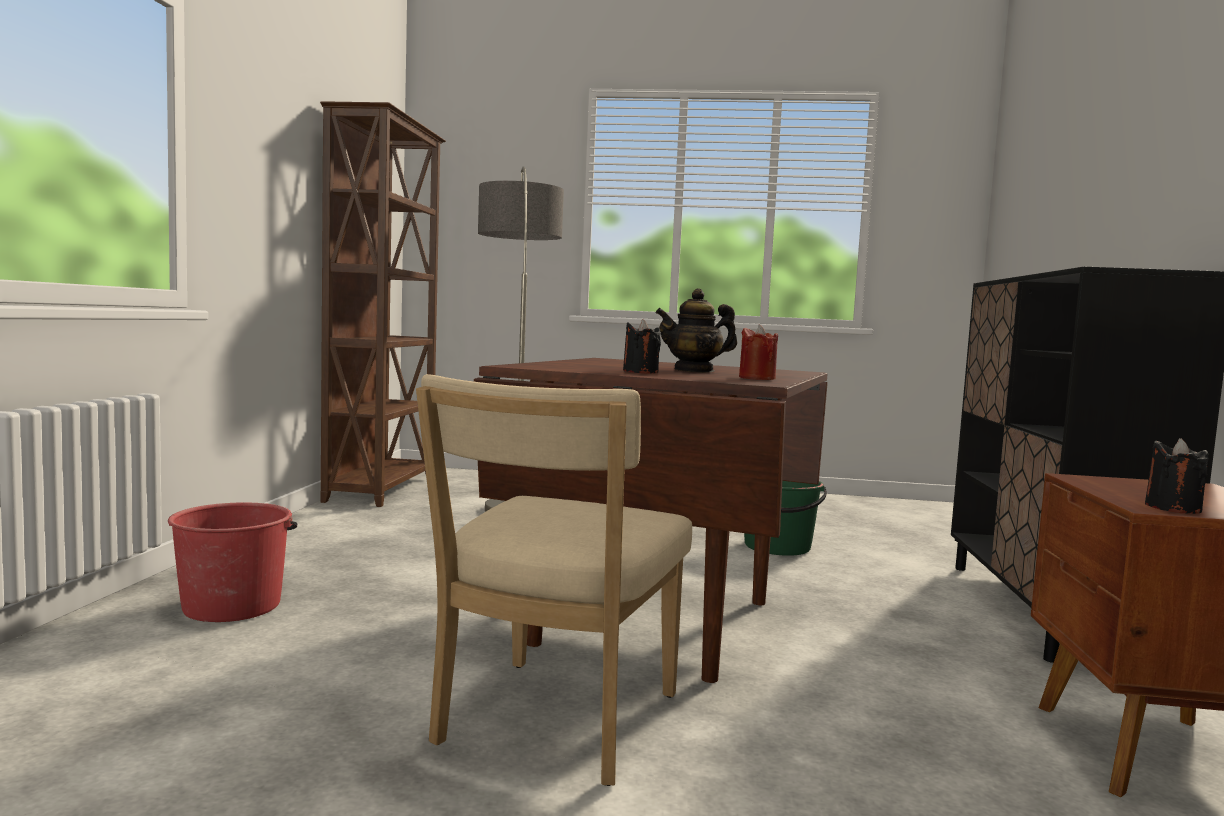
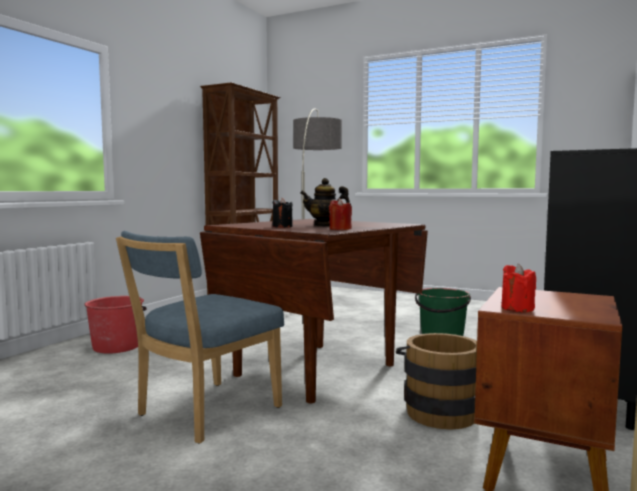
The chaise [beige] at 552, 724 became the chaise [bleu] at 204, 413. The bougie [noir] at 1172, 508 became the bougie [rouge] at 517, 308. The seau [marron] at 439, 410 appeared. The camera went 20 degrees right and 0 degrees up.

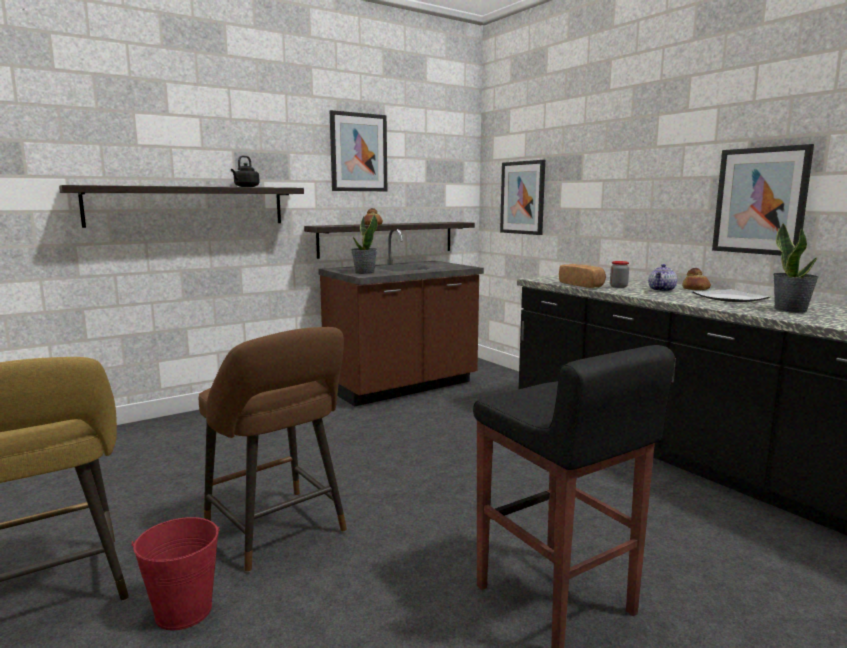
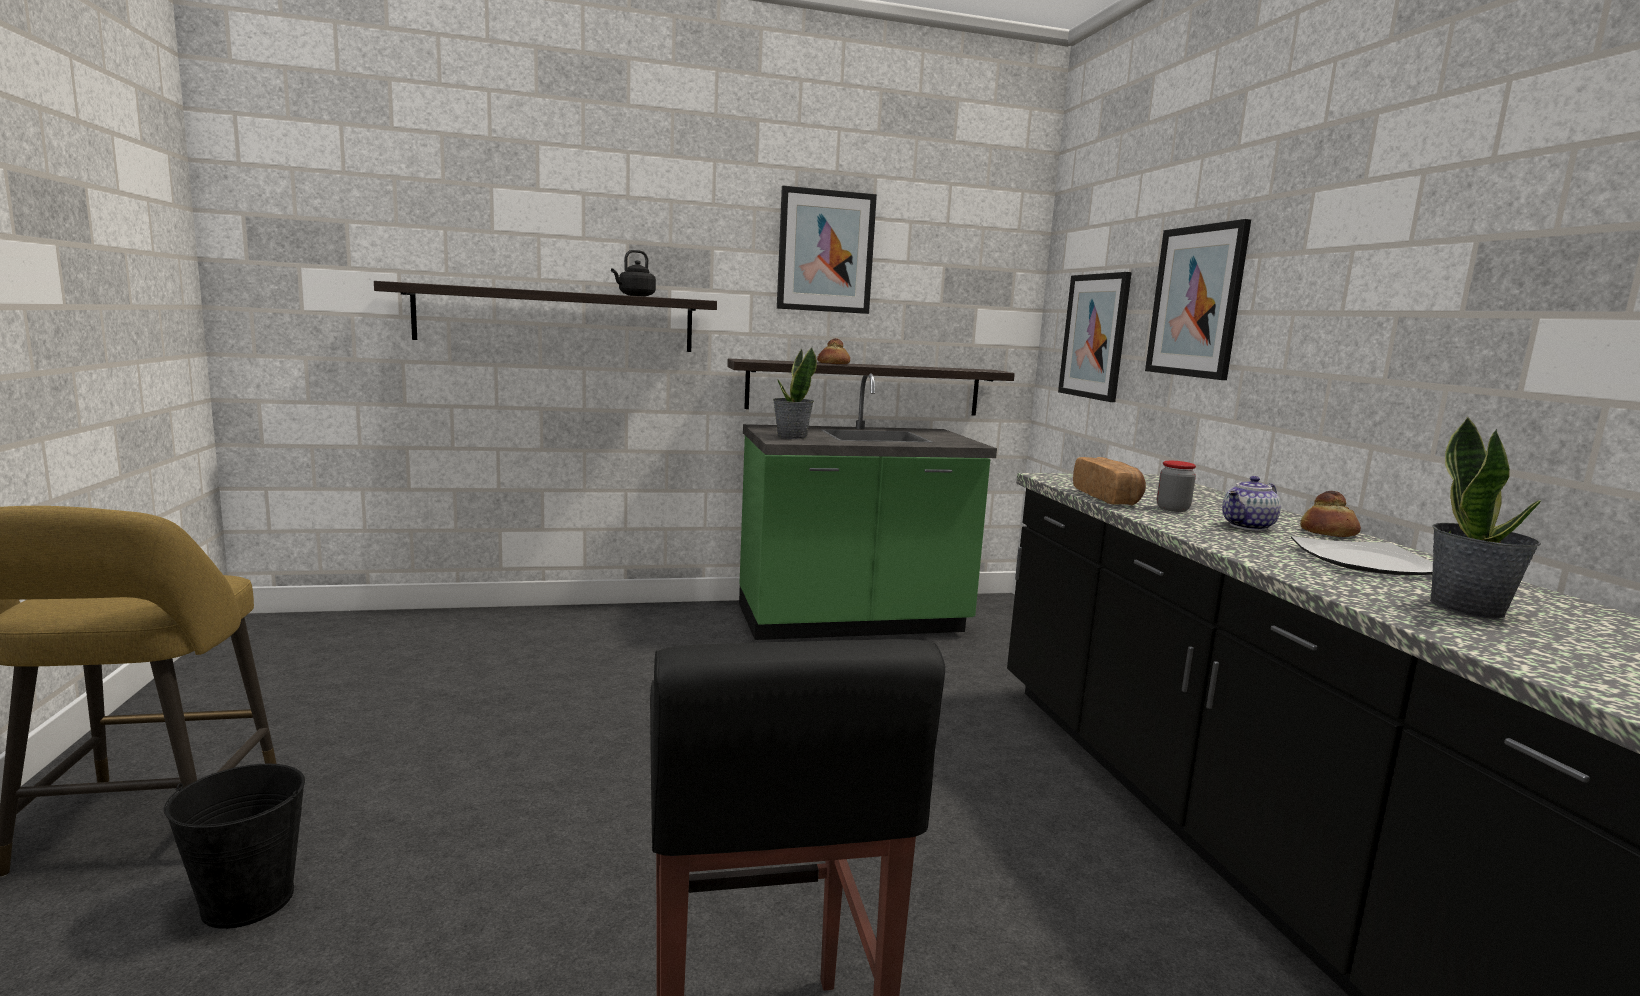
The tableau moved from 760, 201 to 1196, 301. The comptoir de cuisine [marron] at 402, 386 became the comptoir de cuisine [vert] at 852, 621. The tabouret [marron] at 279, 532 disappeared. The seau [rouge] at 183, 611 became the seau [noir] at 248, 900. The camera went 20 degrees right and 0 degrees up.

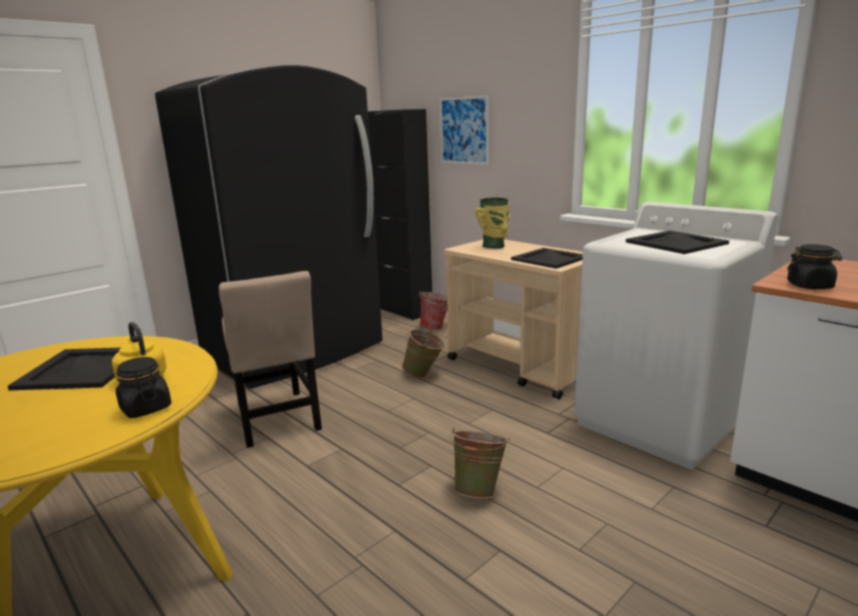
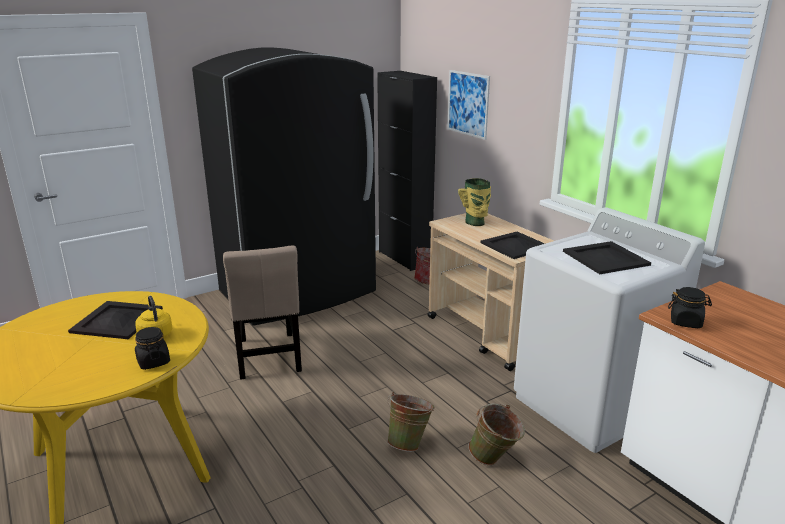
The seau [vert] moved from 424, 375 to 495, 460. The camera went 10 degrees right and 5 degrees up.

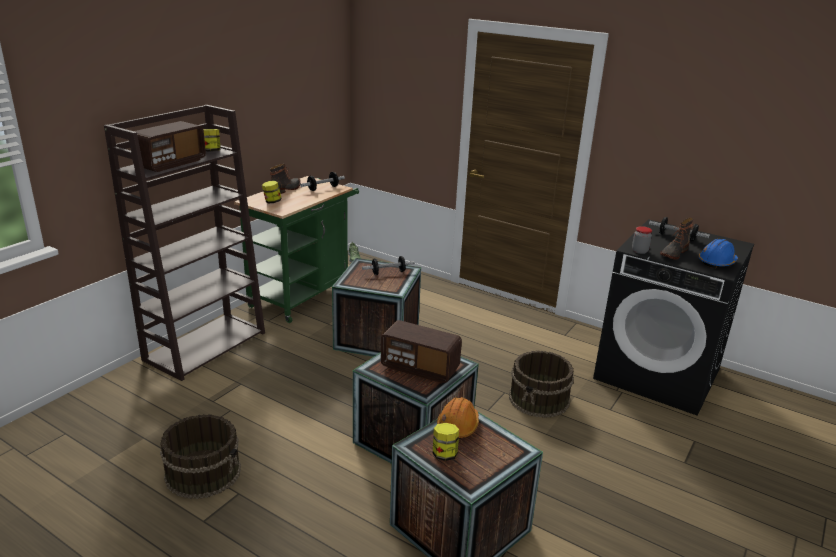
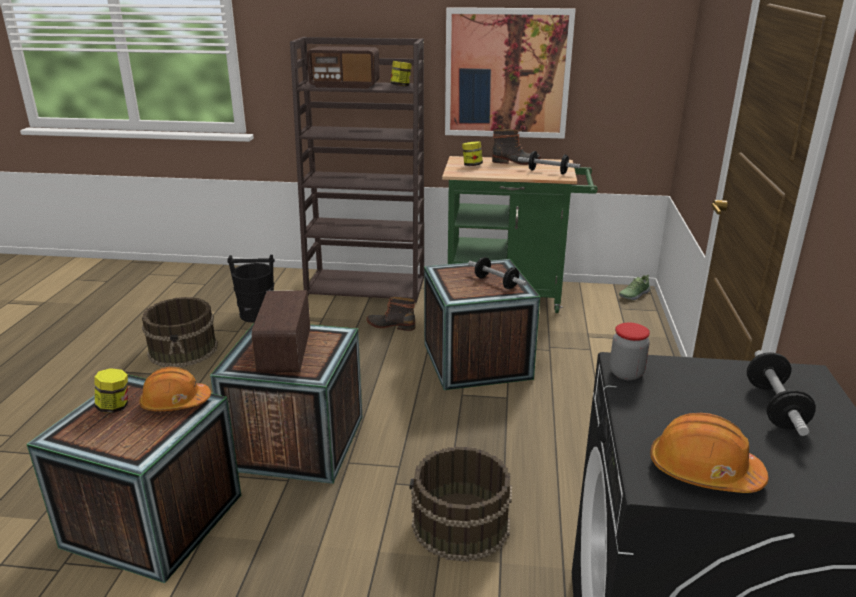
The botte moved from 673, 253 to 391, 325. The casque de chantier [bleu] at 717, 262 became the casque de chantier [orange] at 703, 472. The tableau at 507, 74 appeared. The seau [noir] at 257, 314 appeared. The camera went 65 degrees right and 0 degrees up.

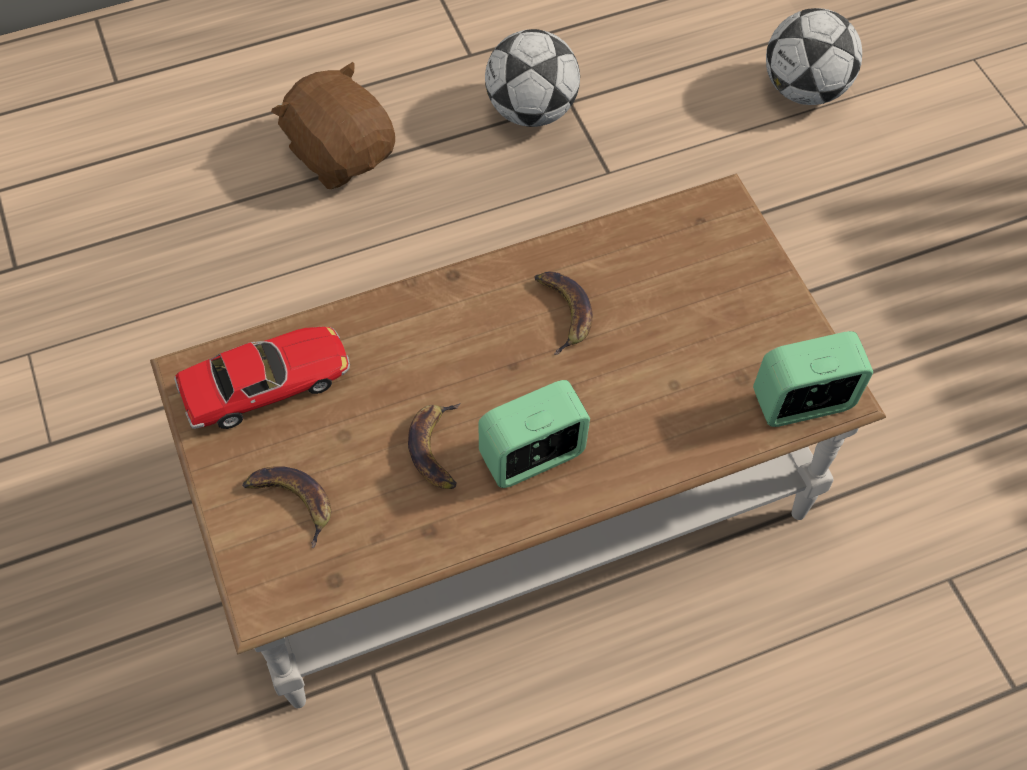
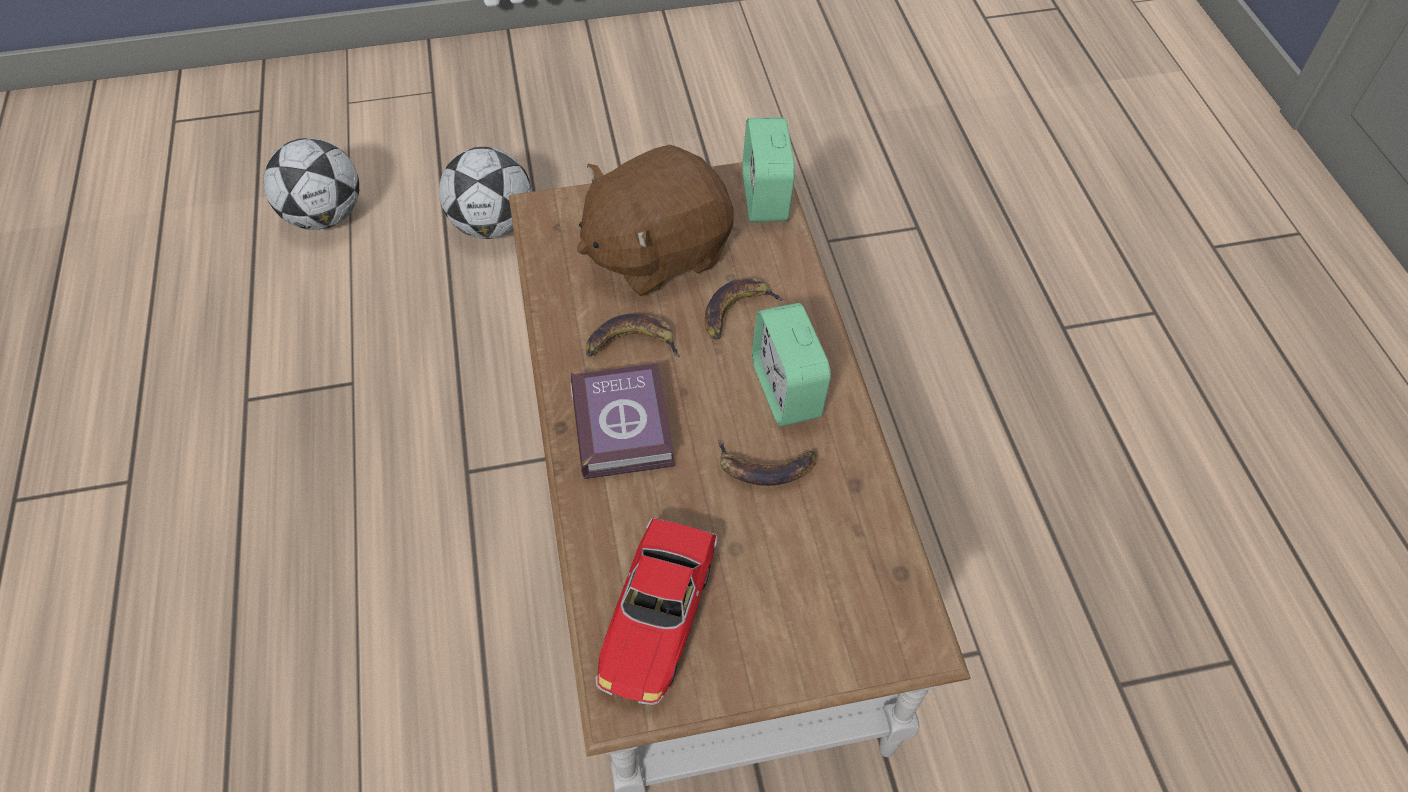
The ballon de foot moved from 532, 111 to 492, 225. The peluche [marron] moved from 341, 153 to 656, 252. The petite voiture at 267, 385 turned 150 degrees counterclockwise. The banane moved from 291, 502 to 737, 311. The livre at 624, 424 appeared. The camera went 80 degrees left and 5 degrees down.

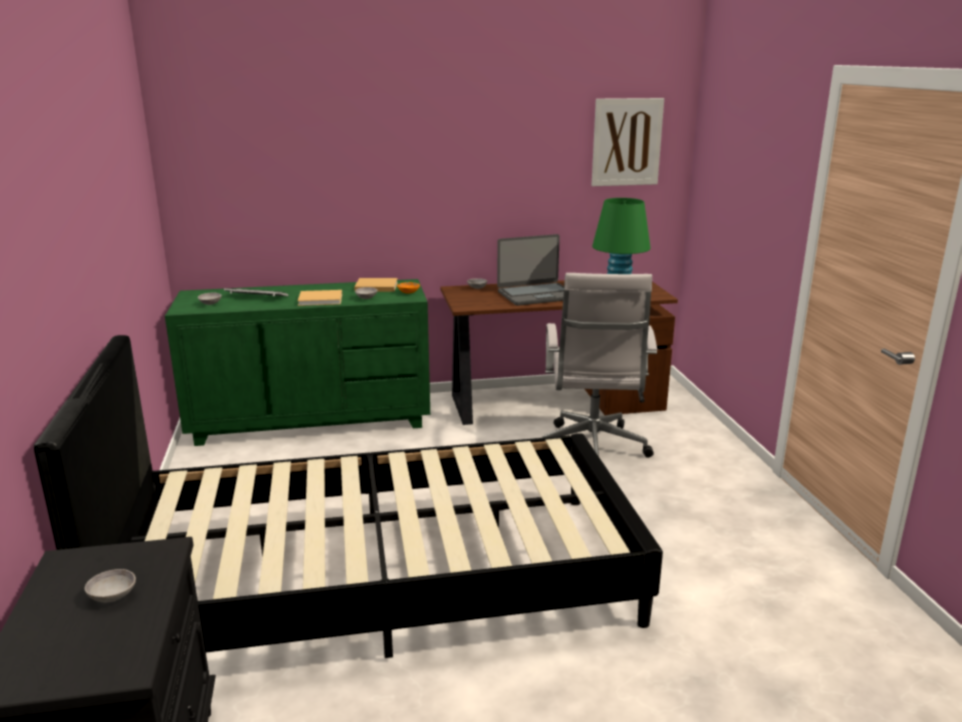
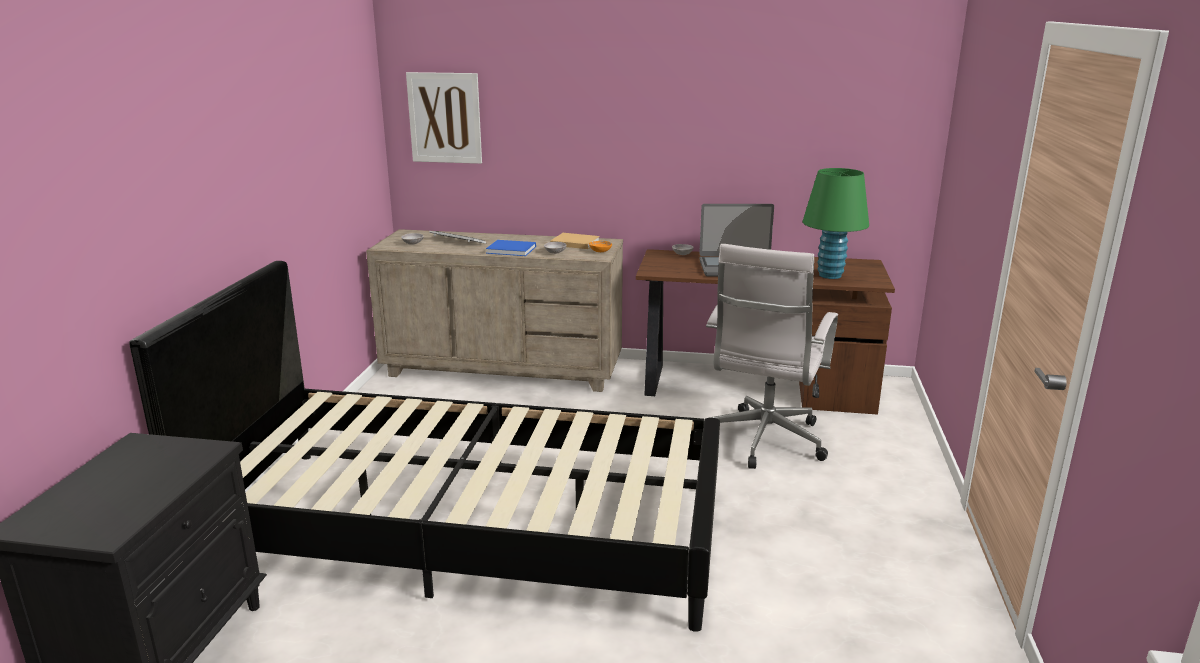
The tableau moved from 626, 142 to 445, 118. The commode [vert] at 311, 420 became the commode [beige] at 503, 369. The livre [beige] at 322, 300 became the livre [bleu] at 512, 250. The bol [gris] at 113, 596 disappeared. The camera went 20 degrees right and 0 degrees up.

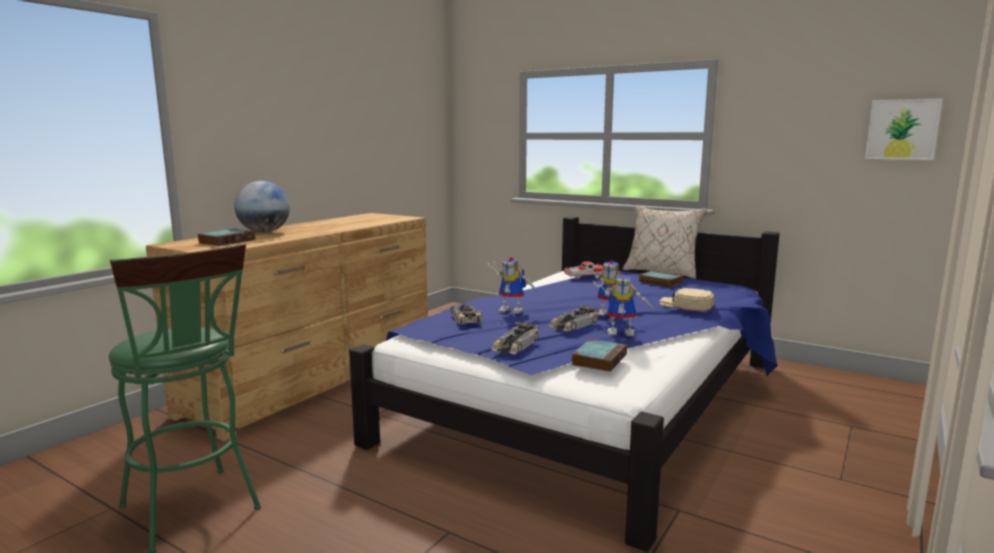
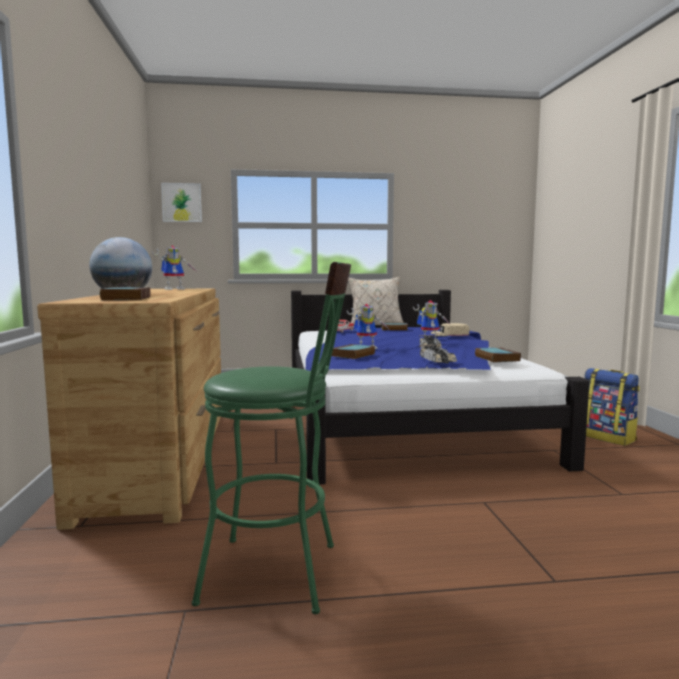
The tableau moved from 902, 129 to 182, 202. The robot jouet moved from 623, 332 to 175, 289. The petite voiture at 465, 318 was replaced by the livre at 353, 355. The sac à dos at 608, 437 appeared. The camera went 40 degrees left and 5 degrees down.

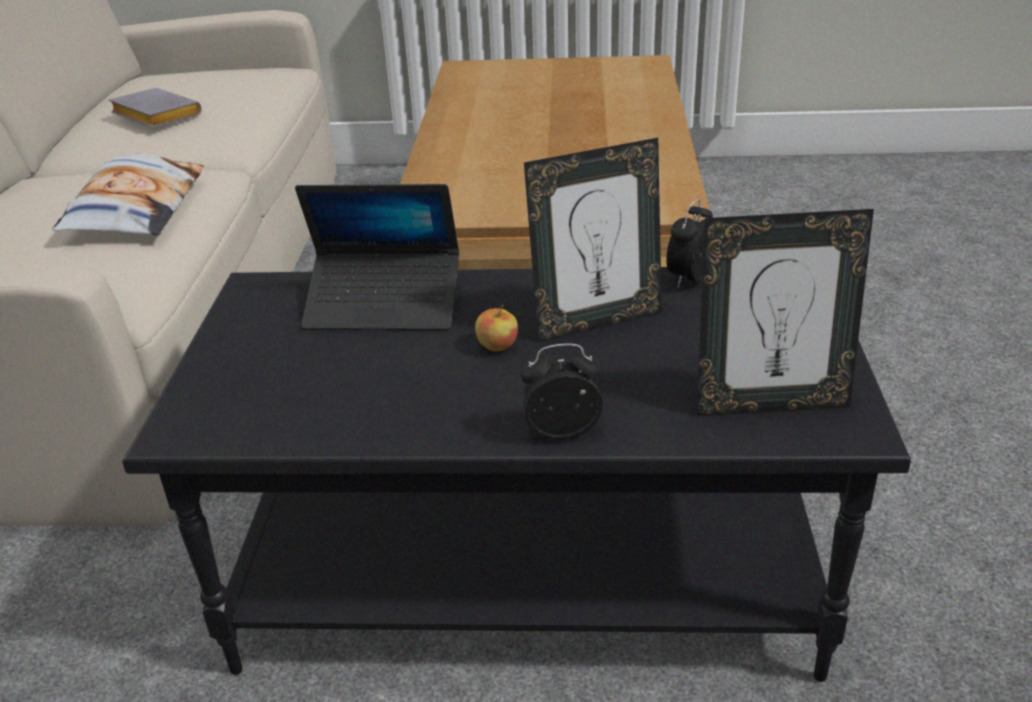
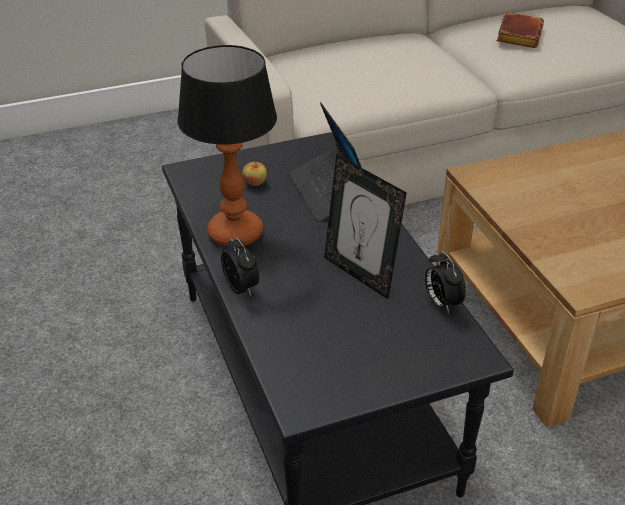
The livre [gris] at 153, 116 became the livre [marron] at 517, 35. The coussin at 135, 209 disappeared. The réveil at 689, 278 turned 120 degrees counterclockwise. The cadre photo at 770, 404 disappeared. The pomme moved from 497, 346 to 255, 183. The lampe de table at 235, 232 appeared. The camera went 65 degrees right and 5 degrees up.

